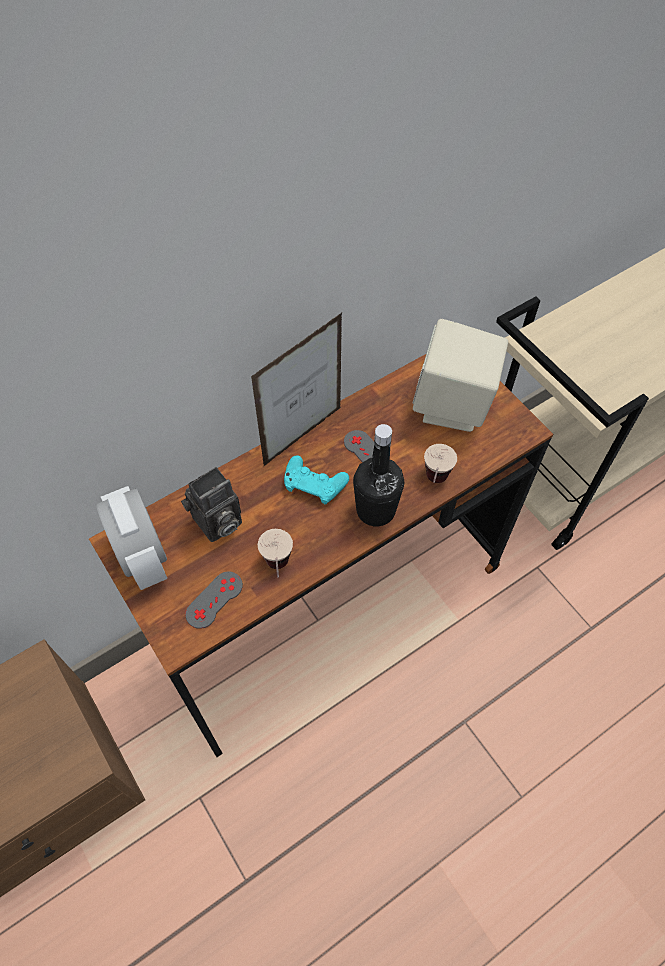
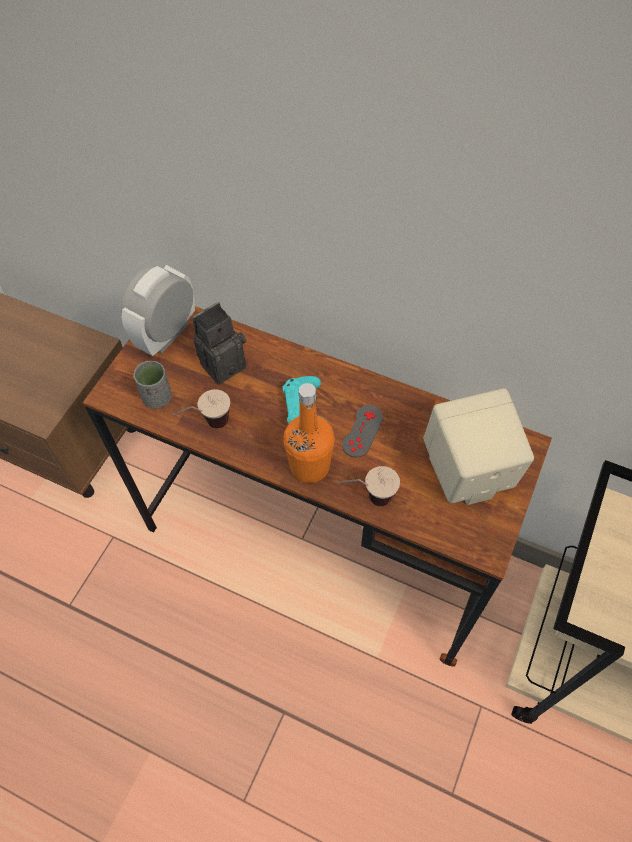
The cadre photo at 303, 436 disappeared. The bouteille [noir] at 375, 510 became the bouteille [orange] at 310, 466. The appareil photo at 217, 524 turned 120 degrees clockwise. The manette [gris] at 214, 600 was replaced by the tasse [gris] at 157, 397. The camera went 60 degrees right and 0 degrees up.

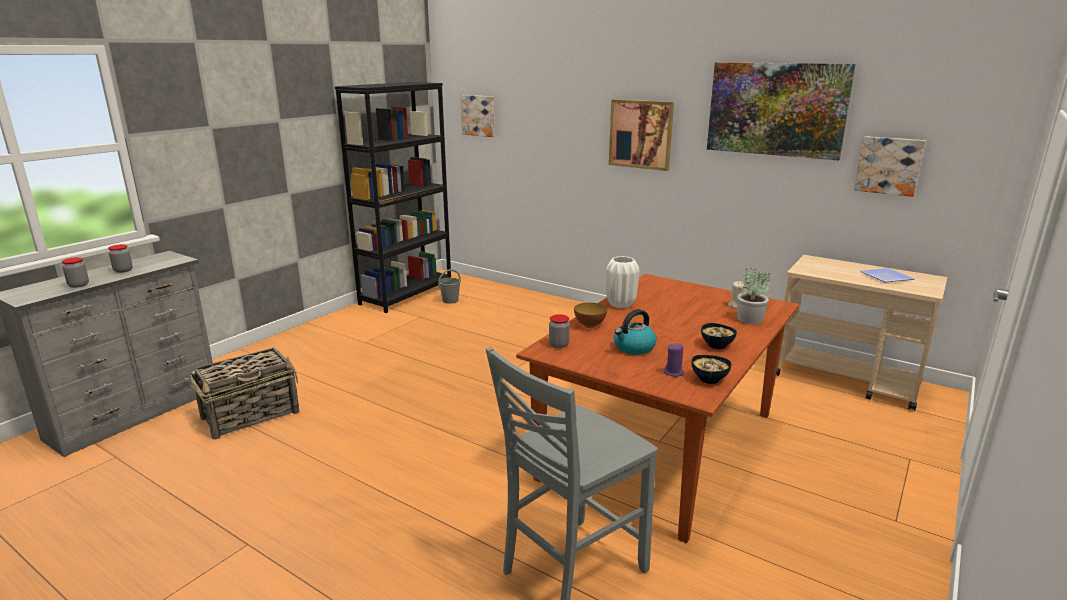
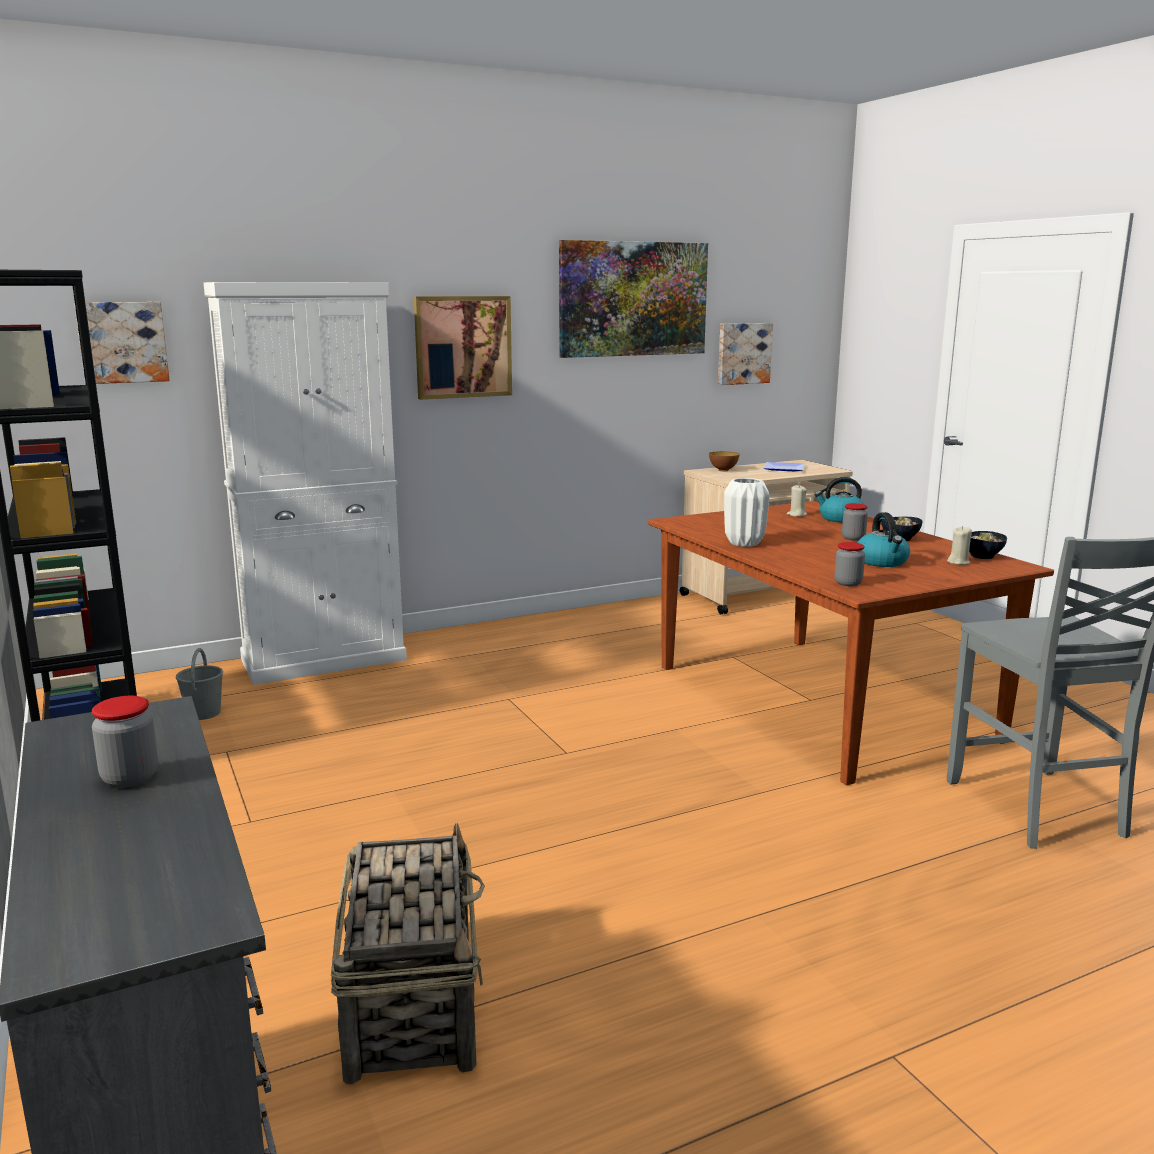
The bocal moved from 78, 285 to 853, 538. The plante en pot at 750, 319 was replaced by the bouilloire at 840, 519. The bol moved from 590, 325 to 723, 470. The bougie [violet] at 674, 372 became the bougie [beige] at 958, 562. The meuble de rangement [blanc] at 324, 660 appeared. The camera went 60 degrees left and 5 degrees down.

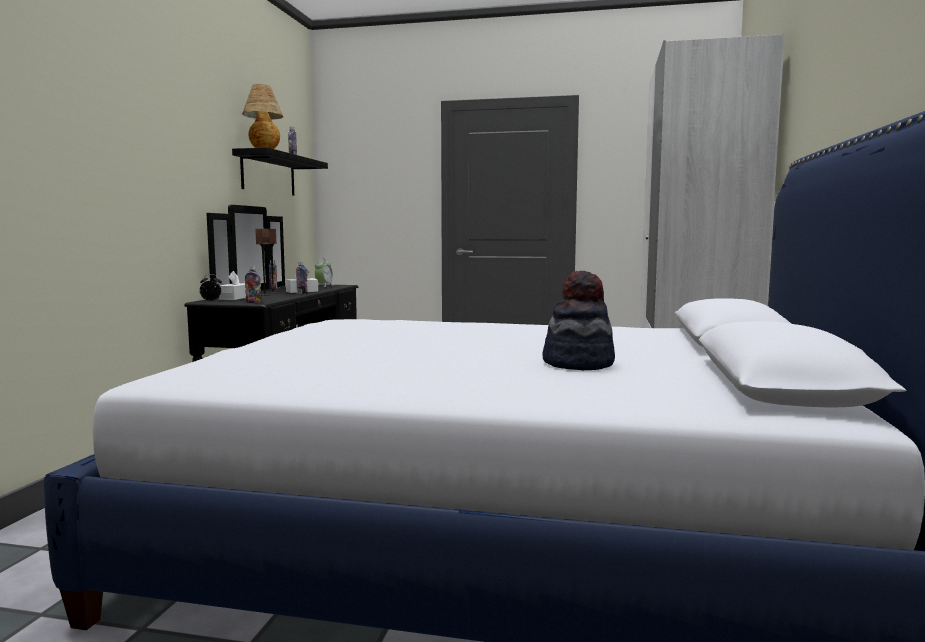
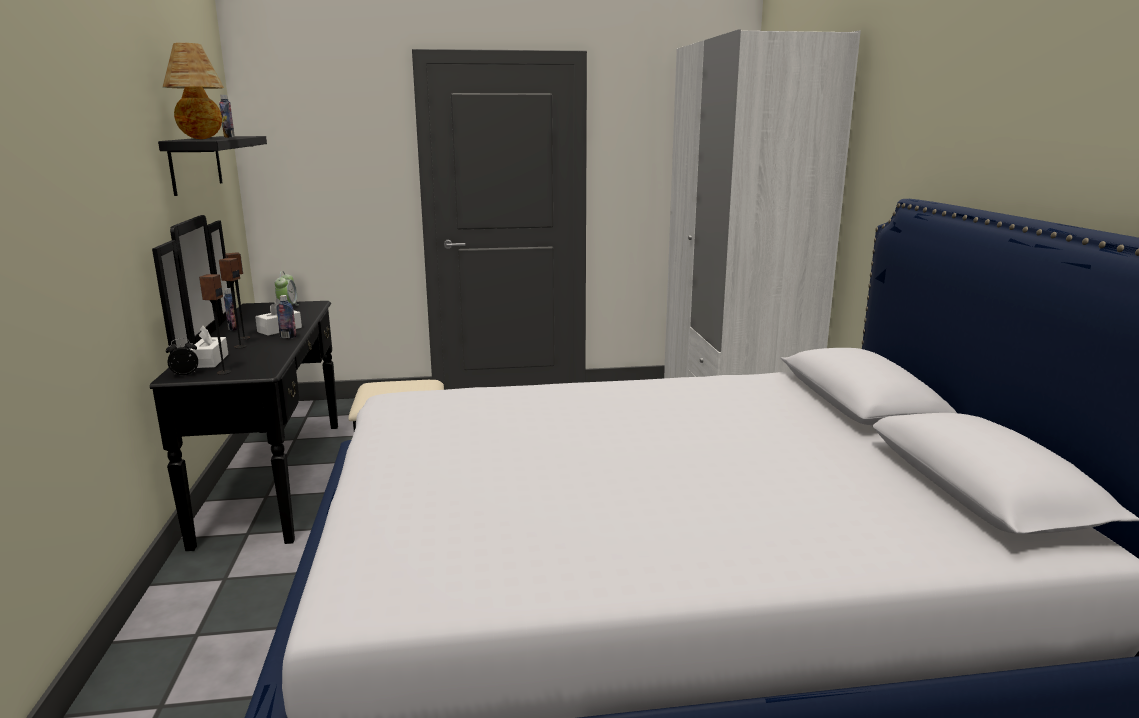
The bouteille at 253, 302 disappeared. The chapeau at 578, 363 disappeared. The enceinte at 223, 372 appeared. The camera went 20 degrees left and 10 degrees up.

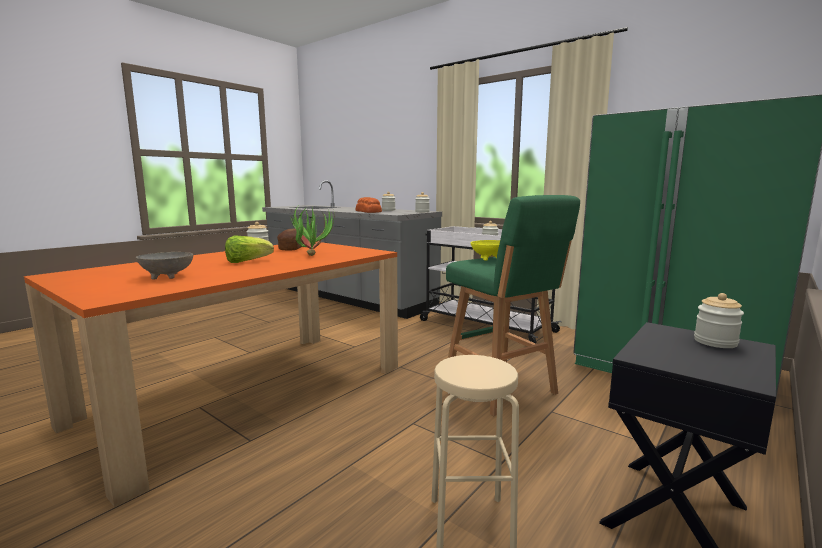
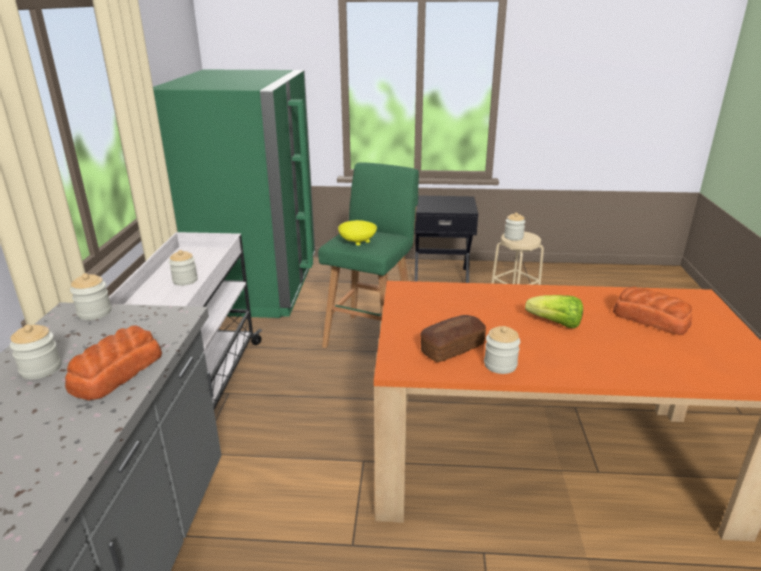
The plante en pot at 311, 254 disappeared. The bol [gris] at 168, 276 was replaced by the pain at 650, 319. The bocal moved from 715, 342 to 513, 237. The camera went 125 degrees left and 15 degrees up.

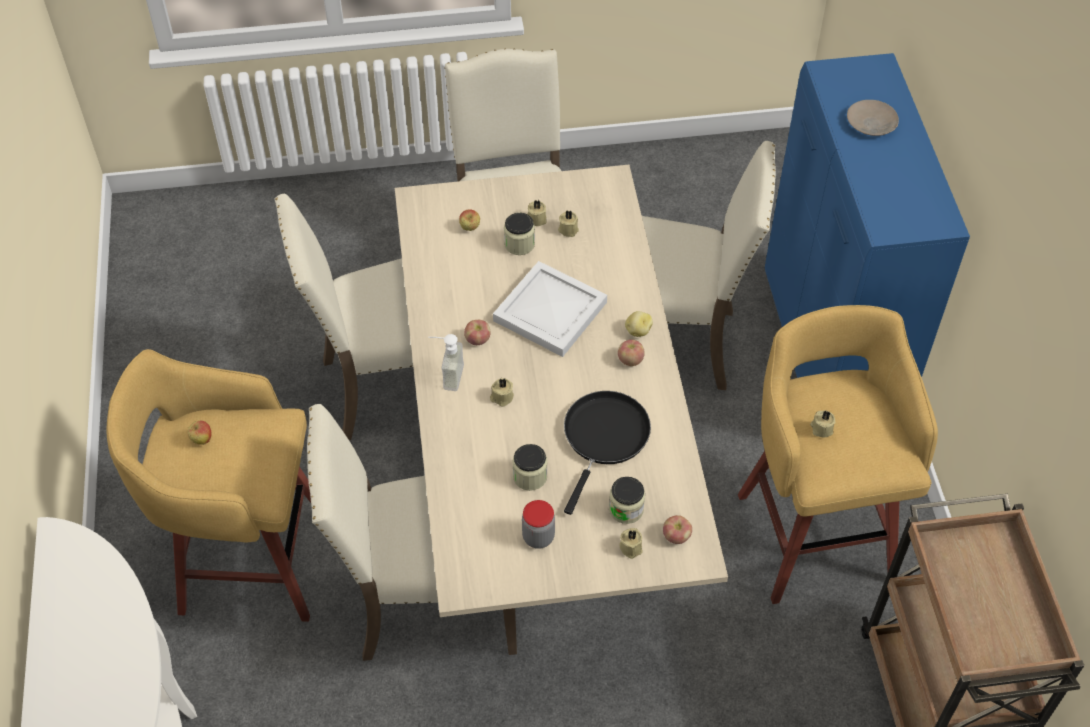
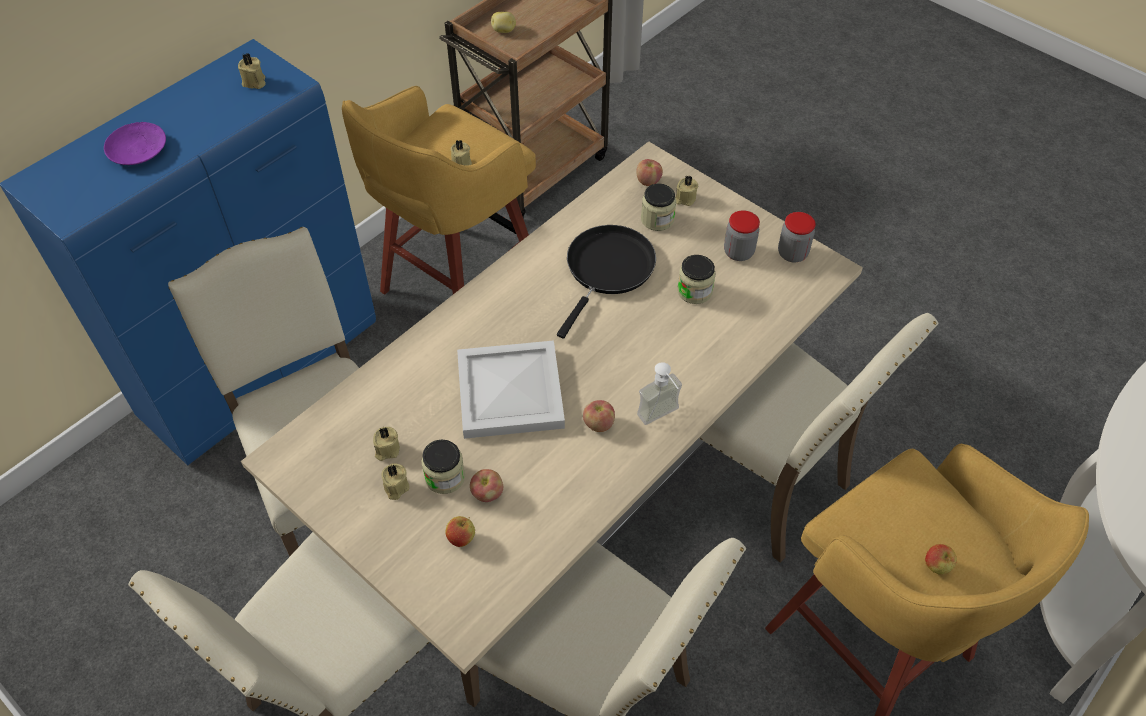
The assiette [beige] at 871, 123 became the assiette [violet] at 138, 149. The pomme de terre moved from 638, 331 to 504, 31. The pomme moved from 630, 360 to 487, 493. The bougie [beige] moved from 501, 397 to 254, 82. The poêle [noir] at 604, 438 turned 135 degrees clockwise. The bocal at 792, 253 appeared. The camera went 130 degrees left and 0 degrees up.

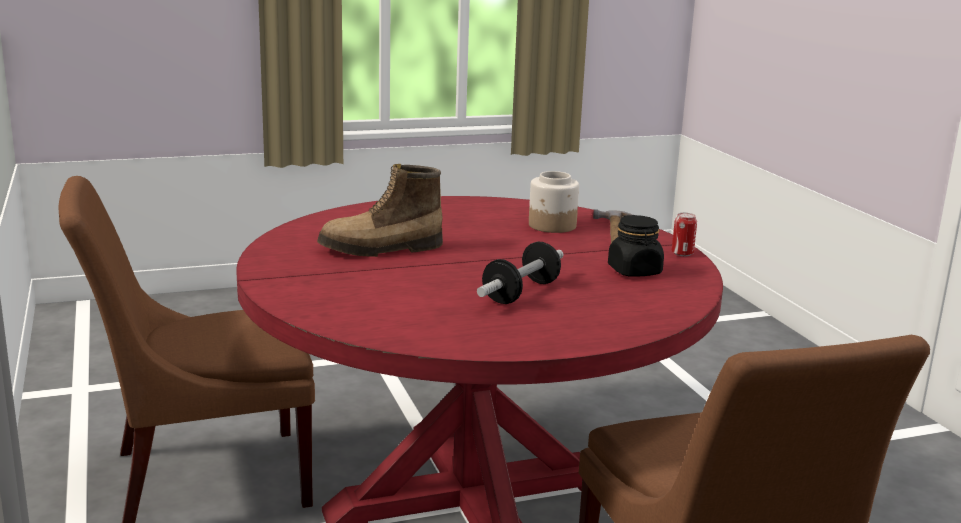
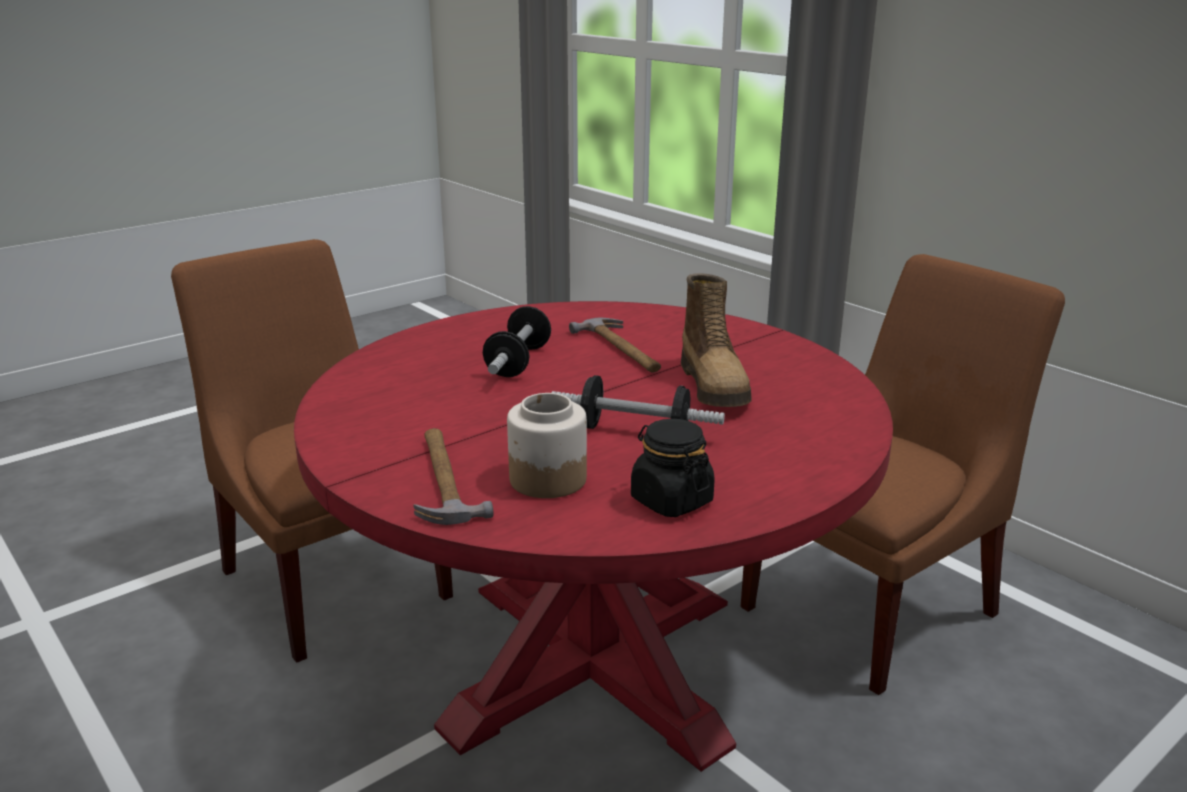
The botte at 381, 249 turned 120 degrees clockwise. The boîte métallique at 682, 253 disappeared. The bocal [noir] moved from 634, 271 to 671, 500. The marteau at 621, 349 appeared. The haltère at 635, 431 appeared. The camera went 160 degrees right and 5 degrees up.

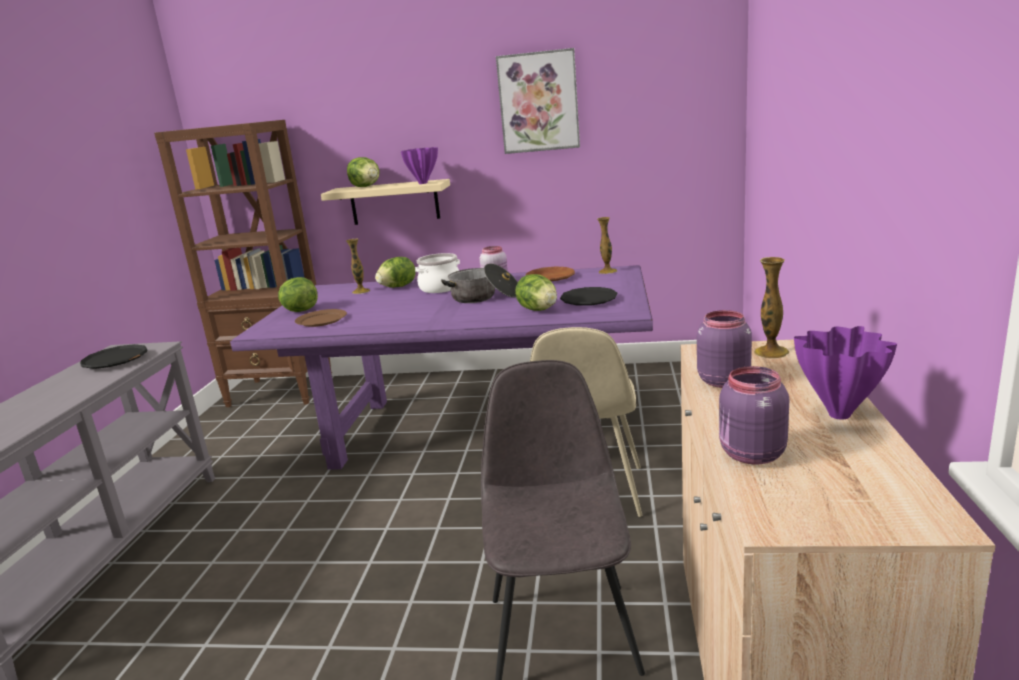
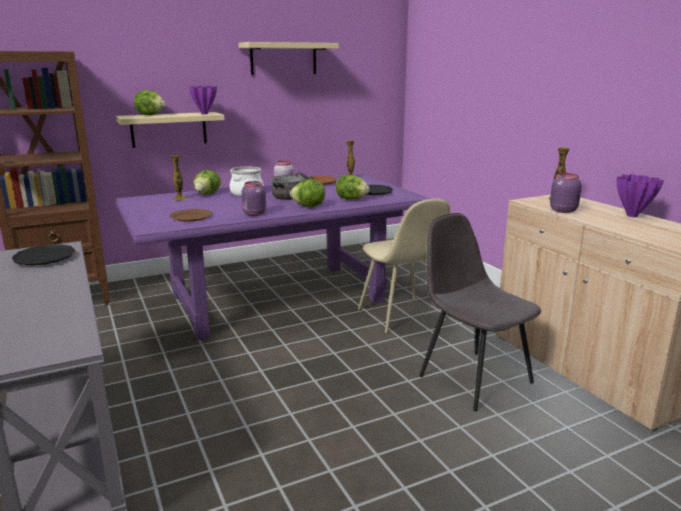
The tableau at 538, 102 was replaced by the étagère [beige] at 283, 58. The laitue moved from 299, 311 to 309, 206. The bocal [violet] moved from 750, 455 to 254, 214. The camera went 35 degrees left and 0 degrees up.

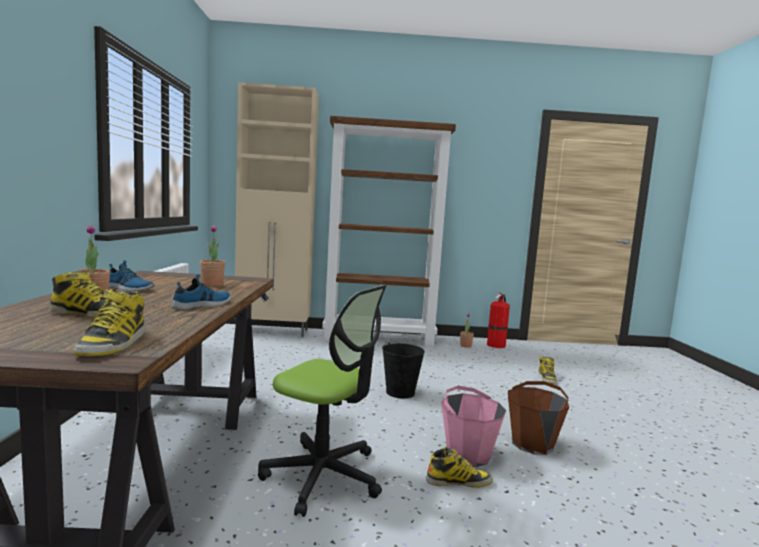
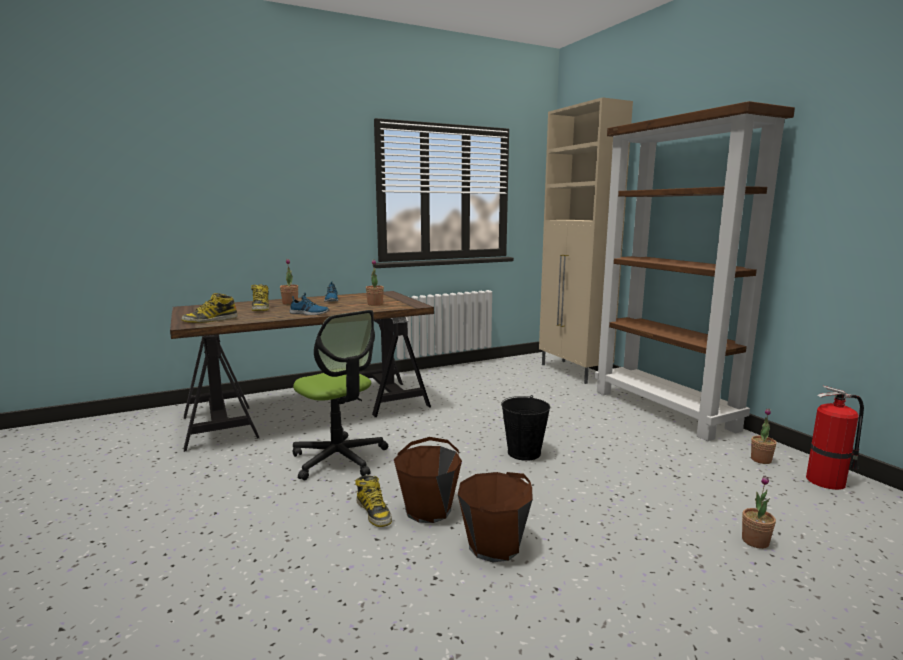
The chaise de bureau at 323, 476 turned 45 degrees counterclockwise. The botte at 547, 378 was replaced by the plante en pot at 755, 541. The seau [rose] at 468, 454 became the seau [marron] at 428, 509. The camera went 65 degrees right and 5 degrees up.

